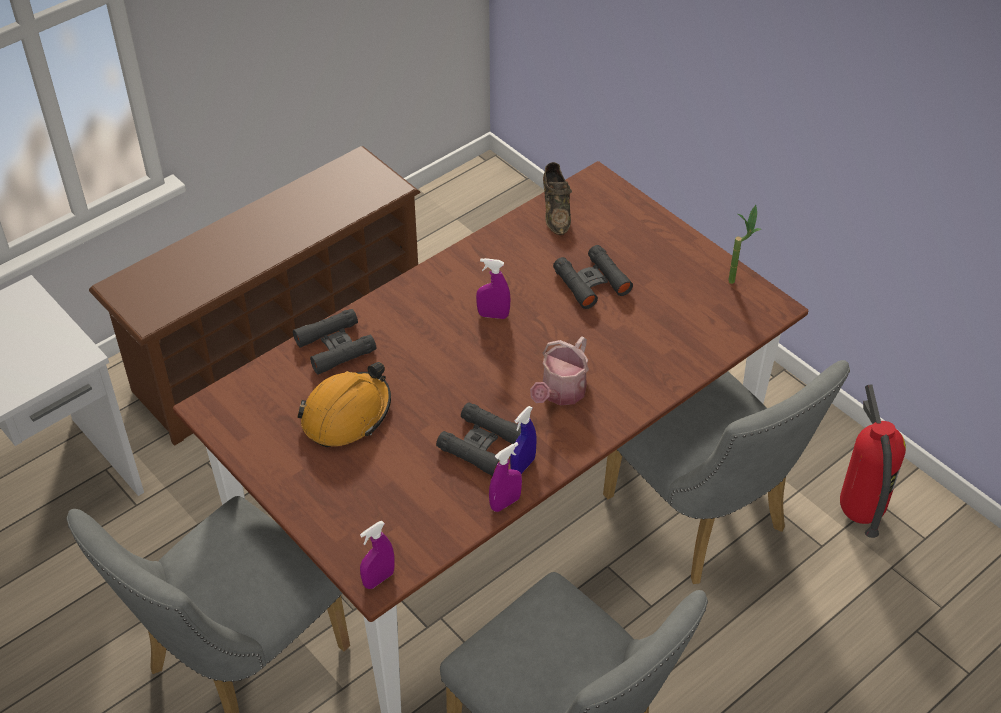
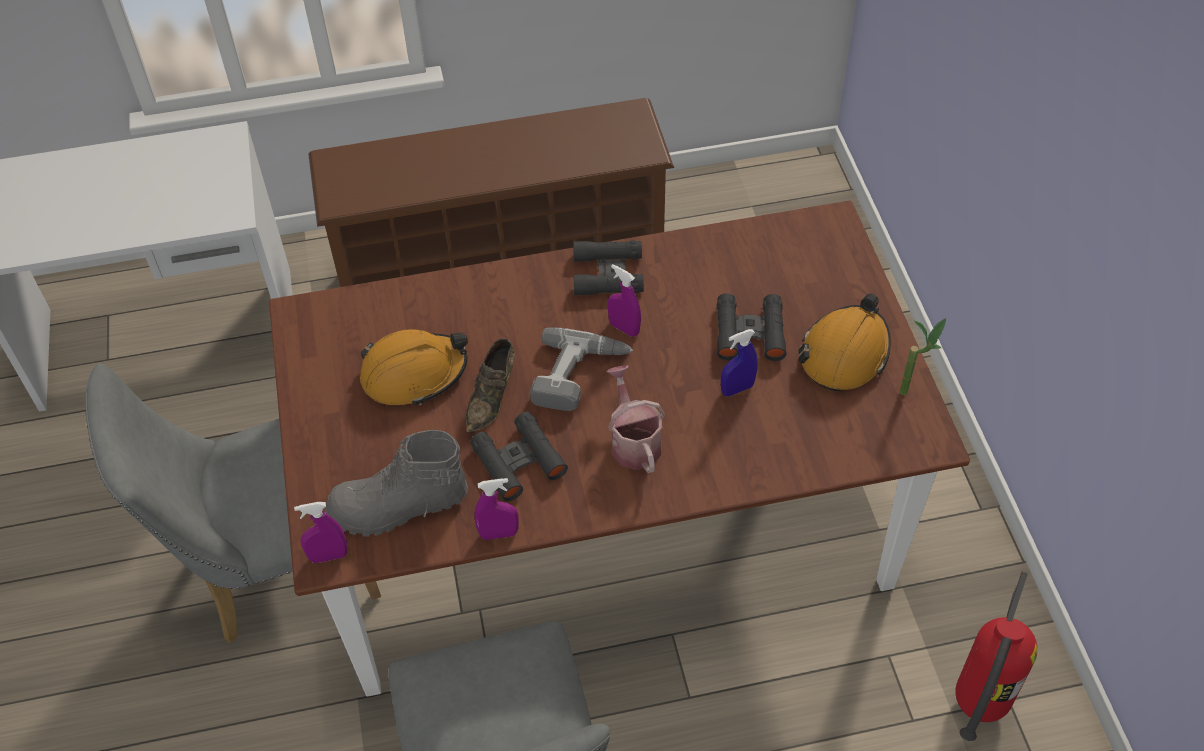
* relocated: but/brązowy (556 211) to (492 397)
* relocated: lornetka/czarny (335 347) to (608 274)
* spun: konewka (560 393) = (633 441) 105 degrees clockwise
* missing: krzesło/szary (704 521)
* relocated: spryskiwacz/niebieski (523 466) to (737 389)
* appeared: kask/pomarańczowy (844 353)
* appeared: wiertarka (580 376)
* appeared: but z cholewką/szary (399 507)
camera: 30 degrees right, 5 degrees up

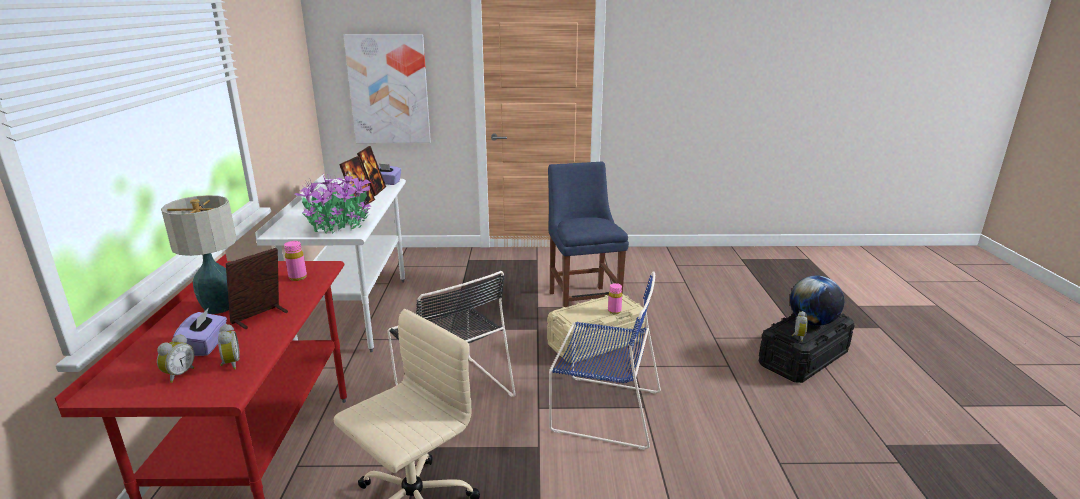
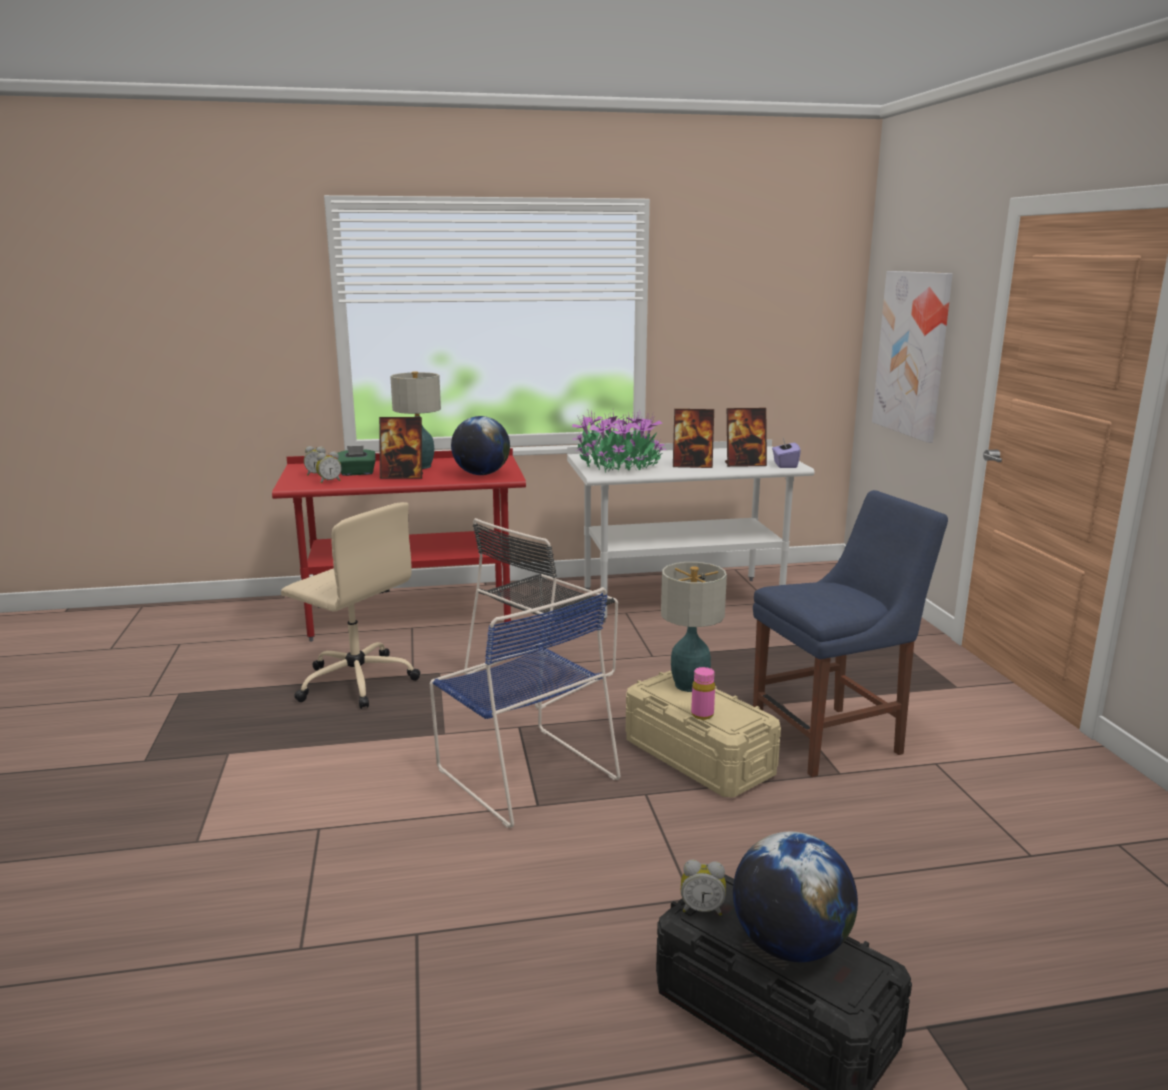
* exchanged: butelka/różowy (298 277) to globus (481 474)
* spun: ramka na zdjęcie (260 317) = (402 477) 150 degrees clockwise
* spun: krzesło/niebieski (602 410) = (523 771) 45 degrees counterclockwise
* colour: pudełko chusteczek/fioletowy (205 346) to pudełko chusteczek/zielony (357 473)
* appeared: lampa stołowa (689 685)
camera: 80 degrees right, 5 degrees down

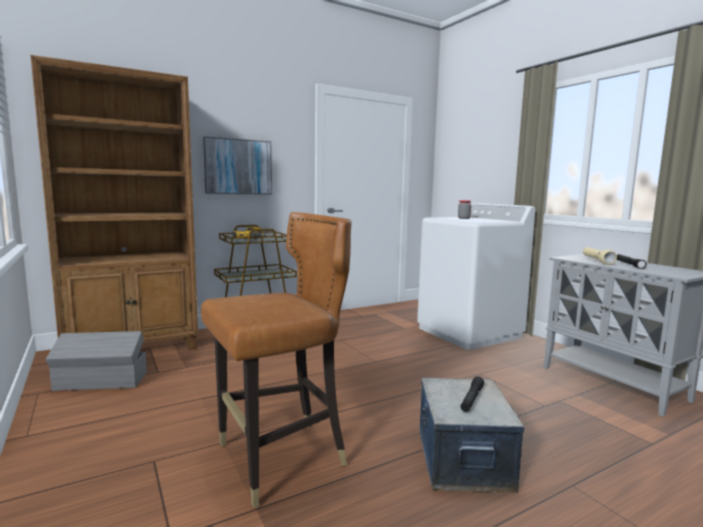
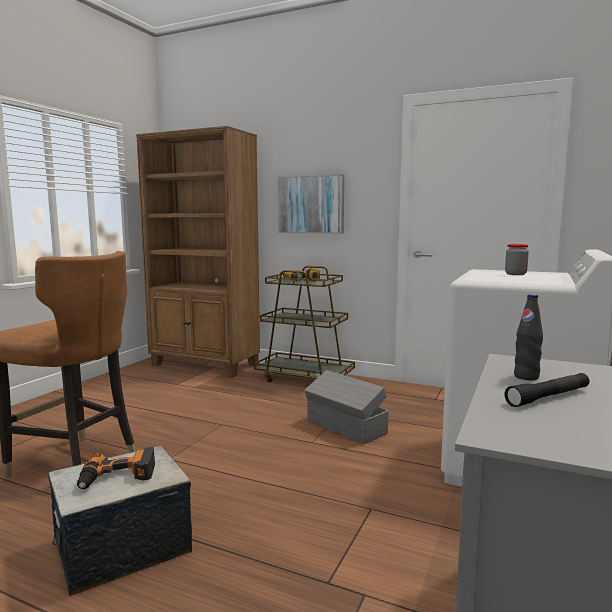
* exchanged: latarka/beżowy (597 261) to butelka/czarny (526 377)
* relocated: pojemnik do przechowywania/szary (101 382) to (346 427)
* exchanged: latarka/czarny (471 399) to wiertarka (117 477)
camera: 55 degrees right, 0 degrees up

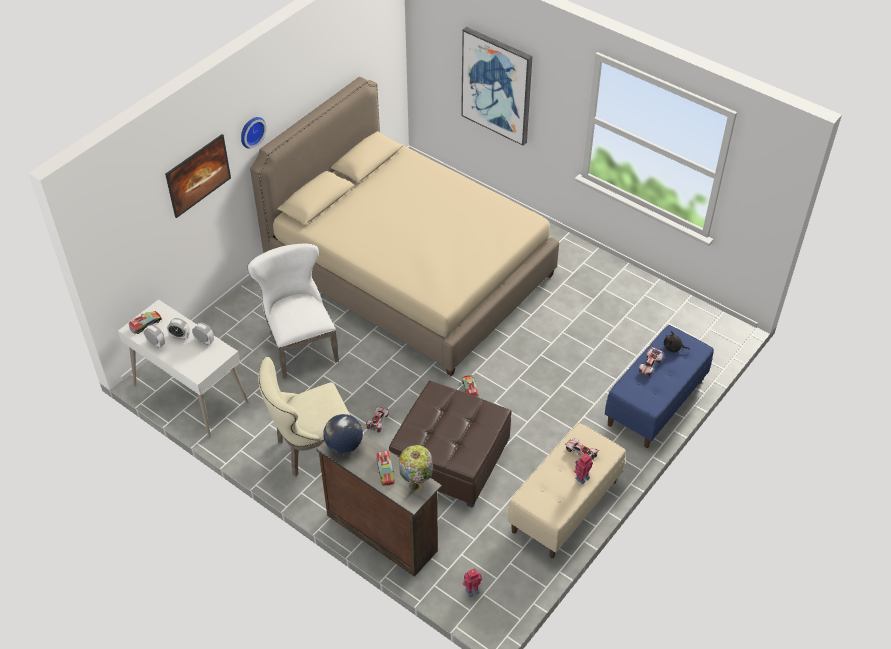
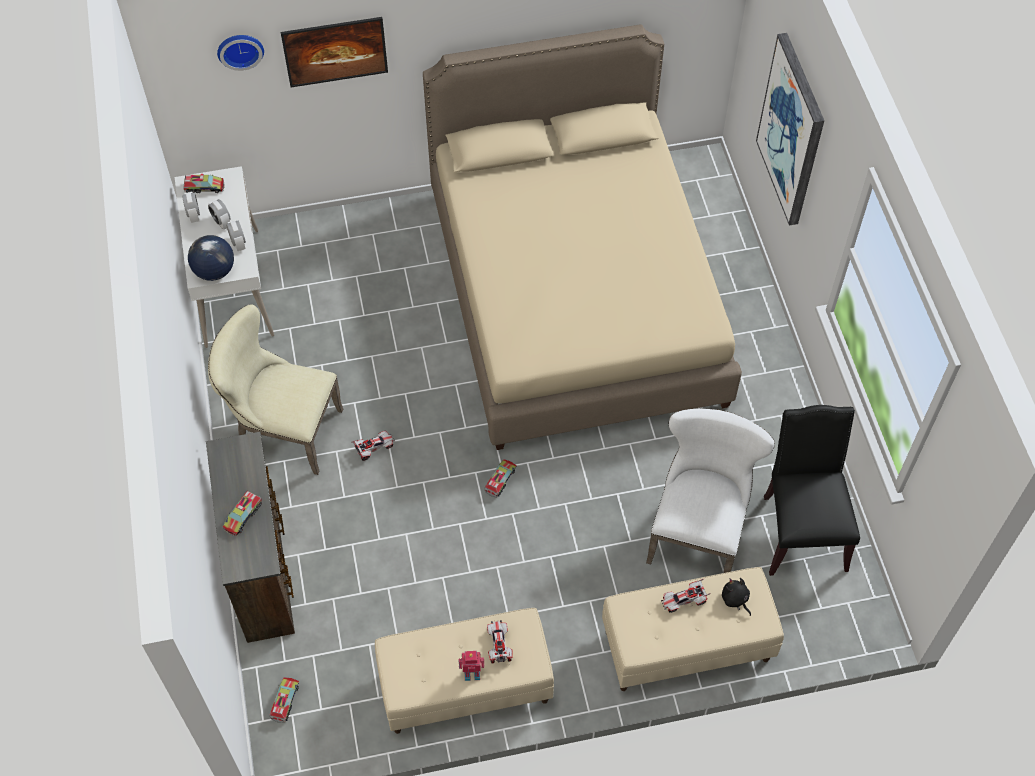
* relocated: zegar ścienny (251 131) to (240 49)
* relocated: krzesło/biały (299 345) to (698 529)
* colour: ławka/niebieski (655 403) to ławka/beżowy (686 646)
* missing: pufa/brązowy (450 458)
* relocated: globus (344 445) to (214 271)
* missing: lampa stołowa (417 485)
* exchanged: robot zabawkowy (471 590) to ciężarówka zabawkowa (285 701)
* appeared: krzesło/czarny (801 528)
camera: 40 degrees right, 10 degrees up

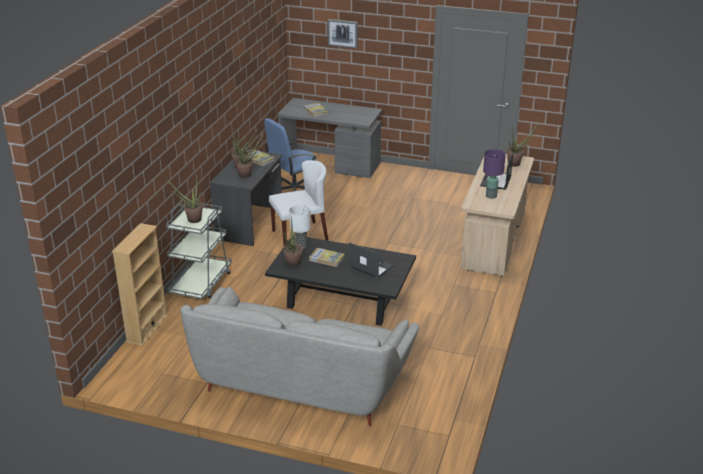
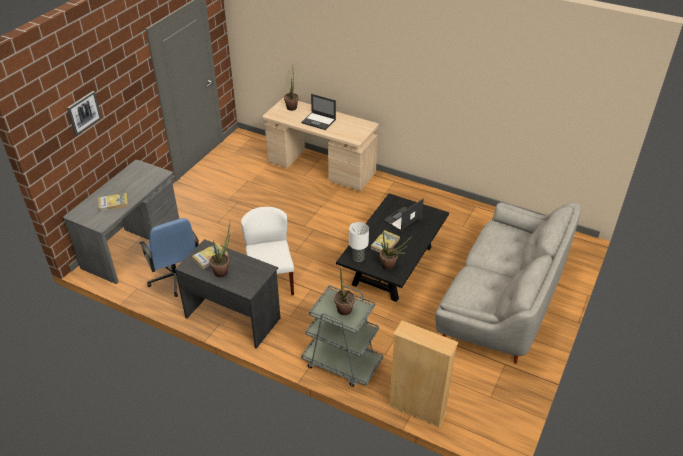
* missing: roślina doniczkowa (247 175)
* missing: lampa stołowa/fioletowy (491 196)
camera: 80 degrees left, 10 degrees up

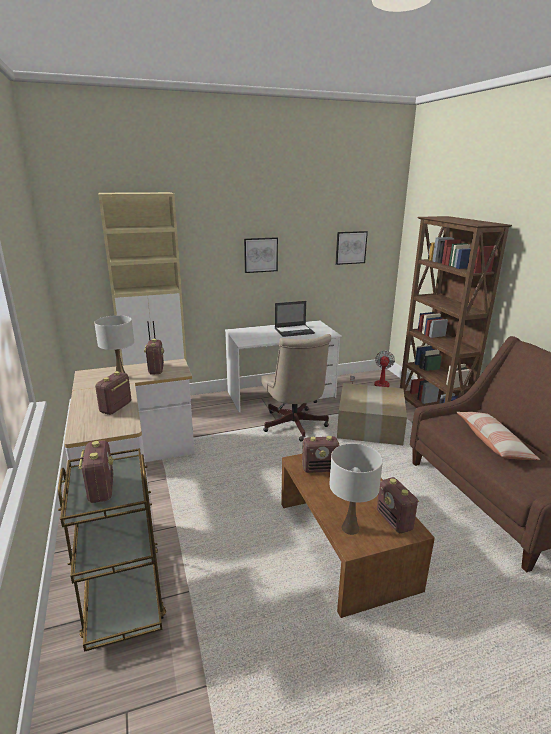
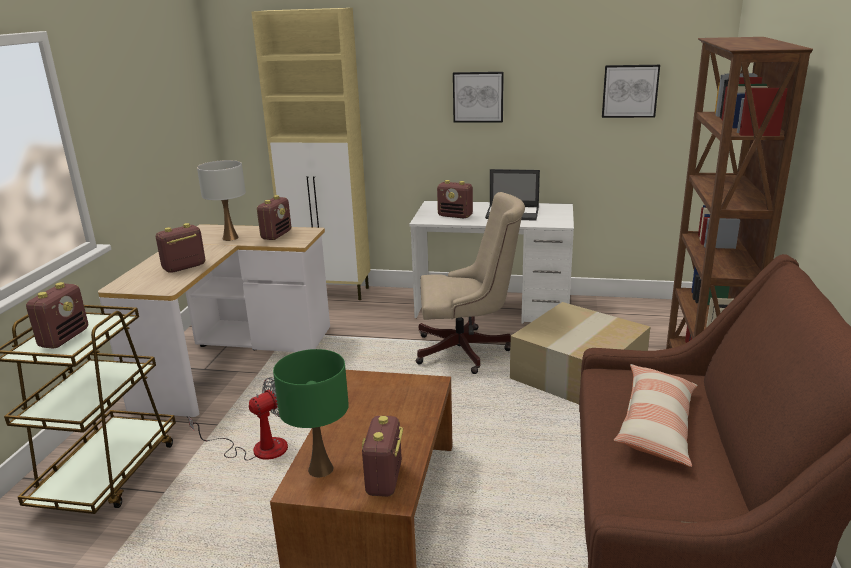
* spun: krzesło biurowe/beżowy (294 426) = (467 350) 105 degrees counterclockwise
* relocated: wentylator (376 385) to (258 448)
* relocated: radio (320 468) to (455 216)
* colour: lampa stołowa/biały (350 528) to lampa stołowa/zielony (320 469)
camera: 30 degrees right, 0 degrees up

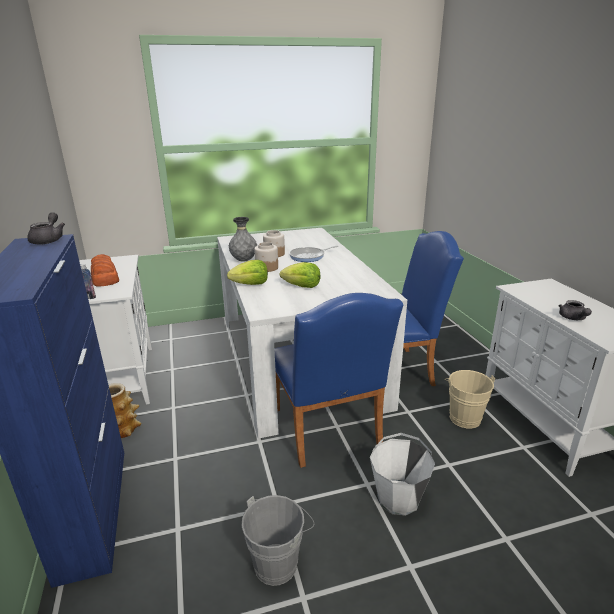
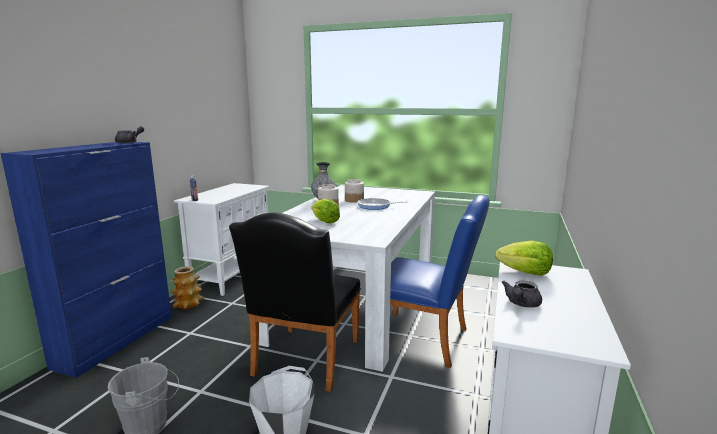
* missing: chleb (104 278)
* relocated: sałata (251 284) to (525 273)
* colour: krzesło/niebieski (328 432) to krzesło/czarny (304 361)
* missing: wiadro/beżowy (463 416)
camera: 35 degrees right, 10 degrees down

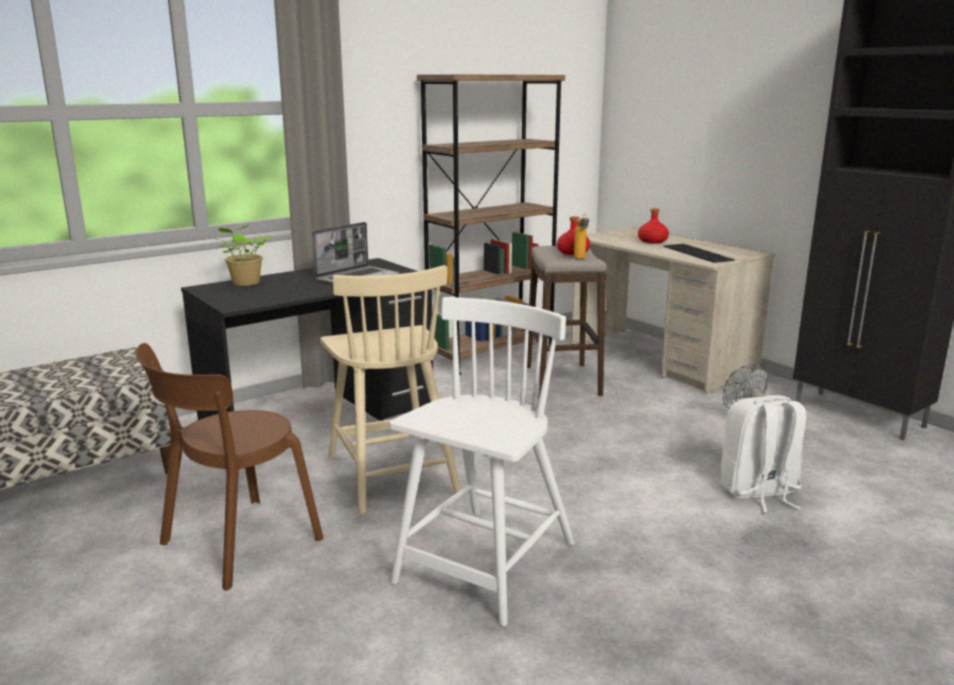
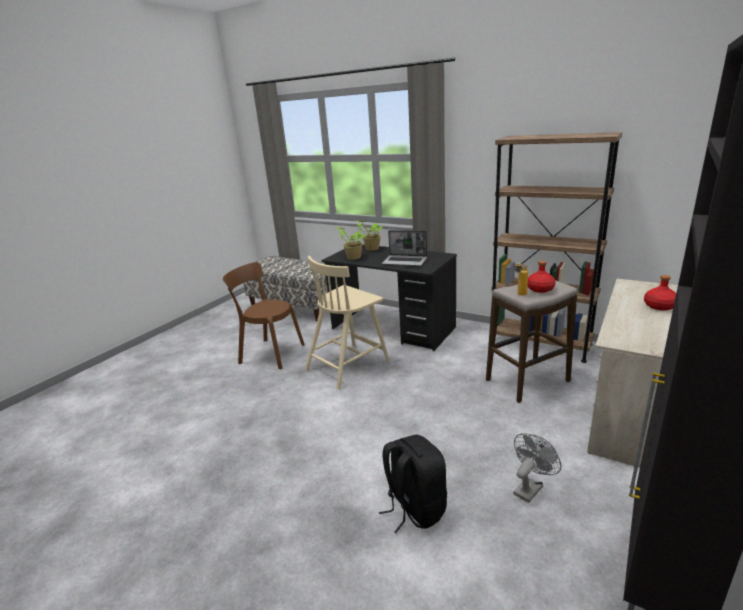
* missing: klawiatura (699 253)
* missing: krzesło/biały (485 565)
* colour: plecak/biały (759 492) to plecak/czarny (414 508)
* appeared: roślina doniczkowa (352 257)
camera: 70 degrees right, 5 degrees up

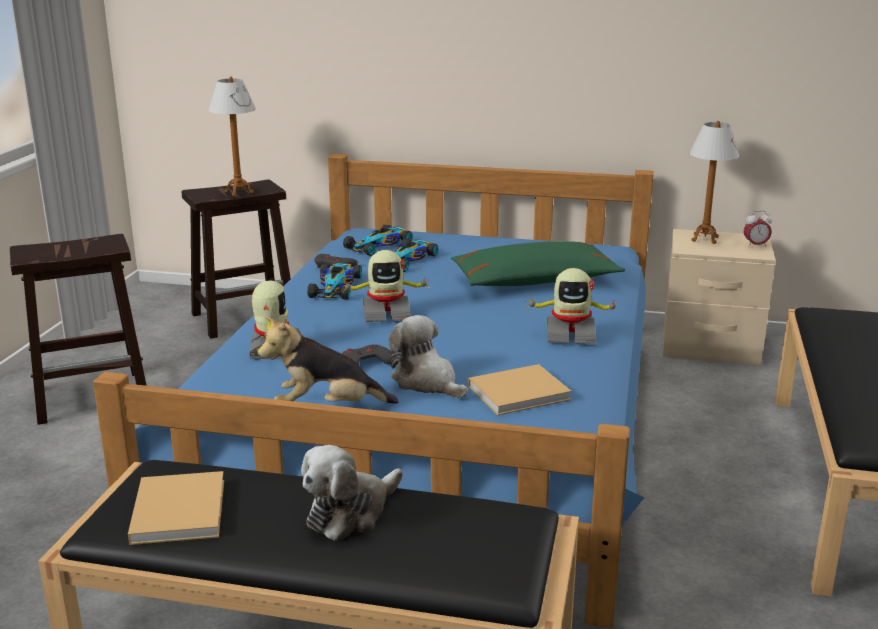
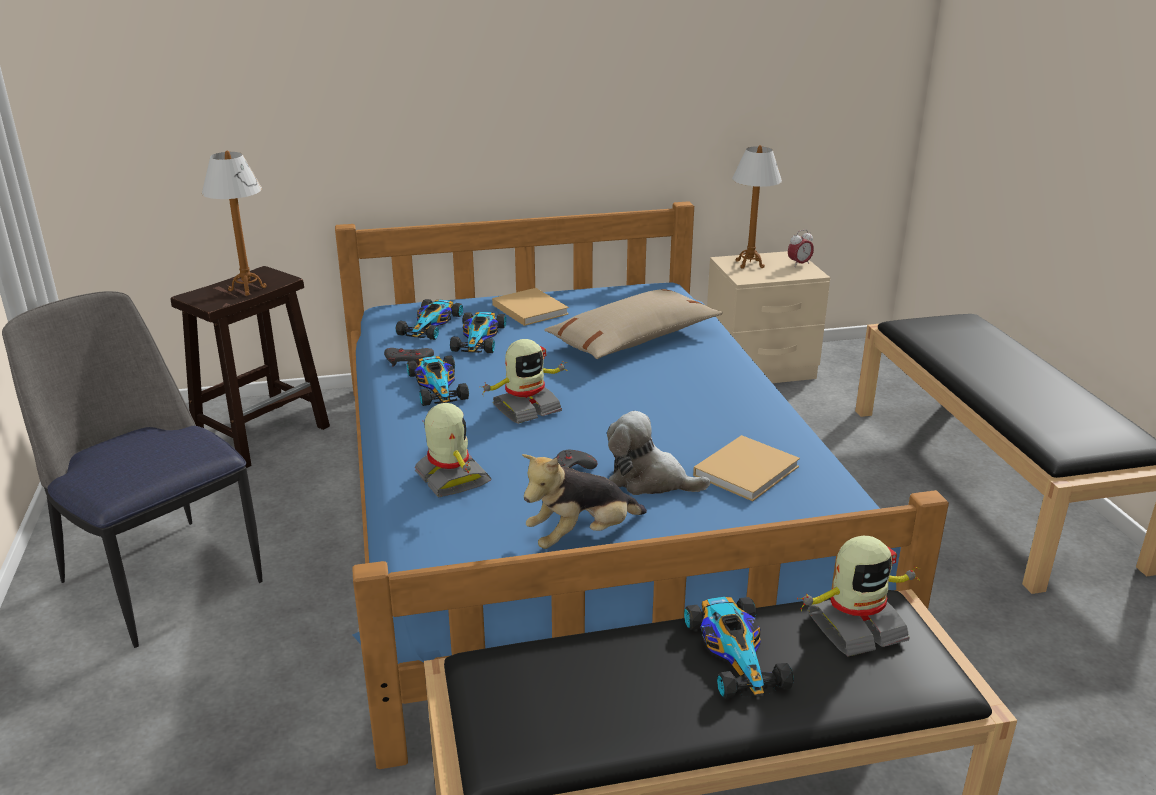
* exchanged: stołek/brązowy (93 396) to krzesło (160 578)
* colour: poduszka/zielony (534 281) to poduszka/beżowy (633 339)
* relocated: robot zabawkowy (570 335) to (855 627)
* exchanged: pluszak (350 512) to samochodzik (735 652)
* relocated: książka/beżowy (179 509) to (529 309)
camera: 25 degrees left, 5 degrees up

